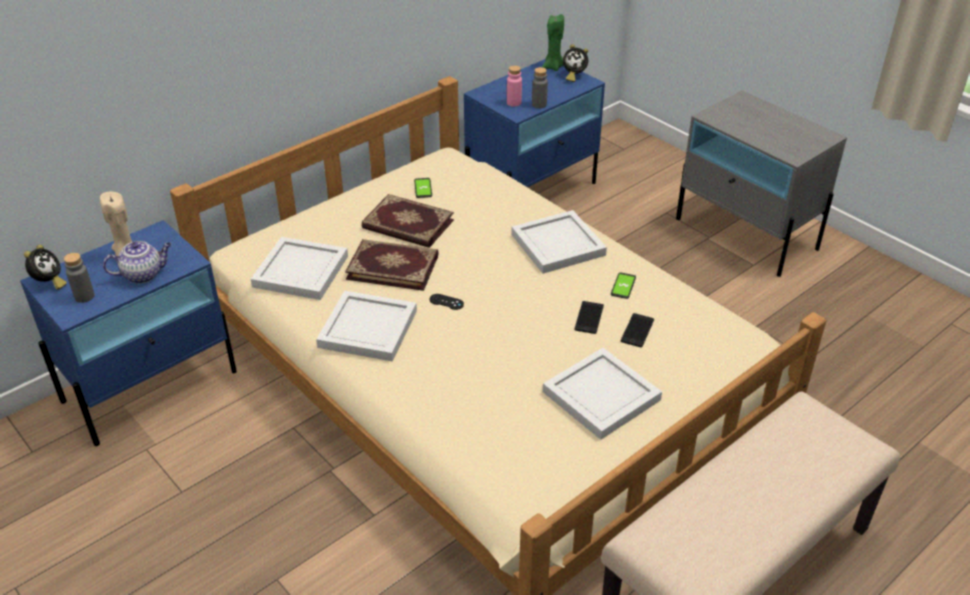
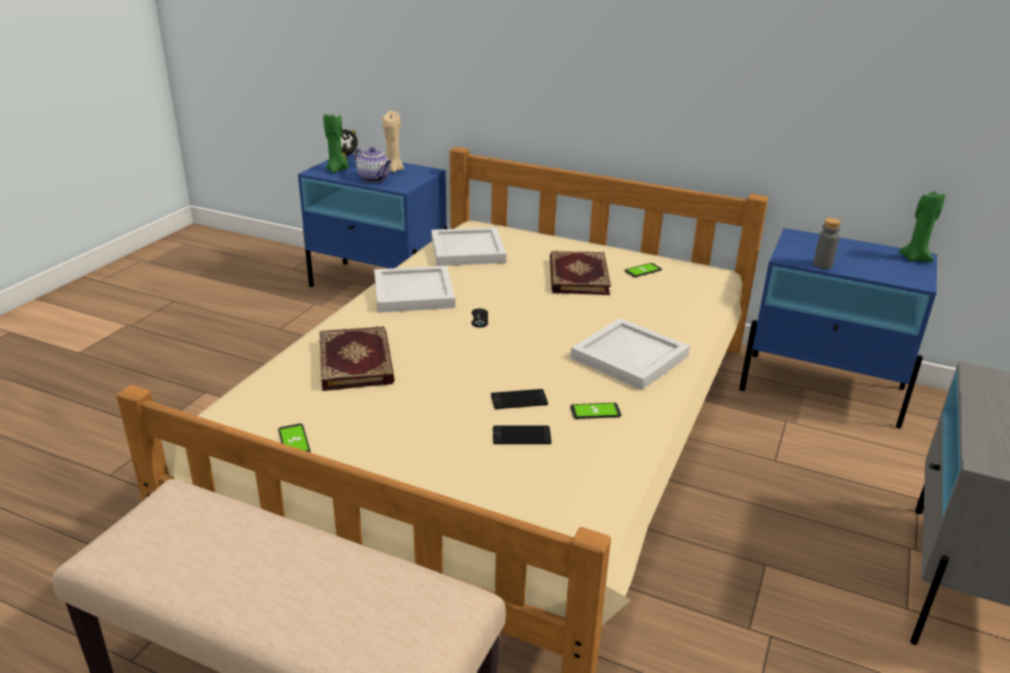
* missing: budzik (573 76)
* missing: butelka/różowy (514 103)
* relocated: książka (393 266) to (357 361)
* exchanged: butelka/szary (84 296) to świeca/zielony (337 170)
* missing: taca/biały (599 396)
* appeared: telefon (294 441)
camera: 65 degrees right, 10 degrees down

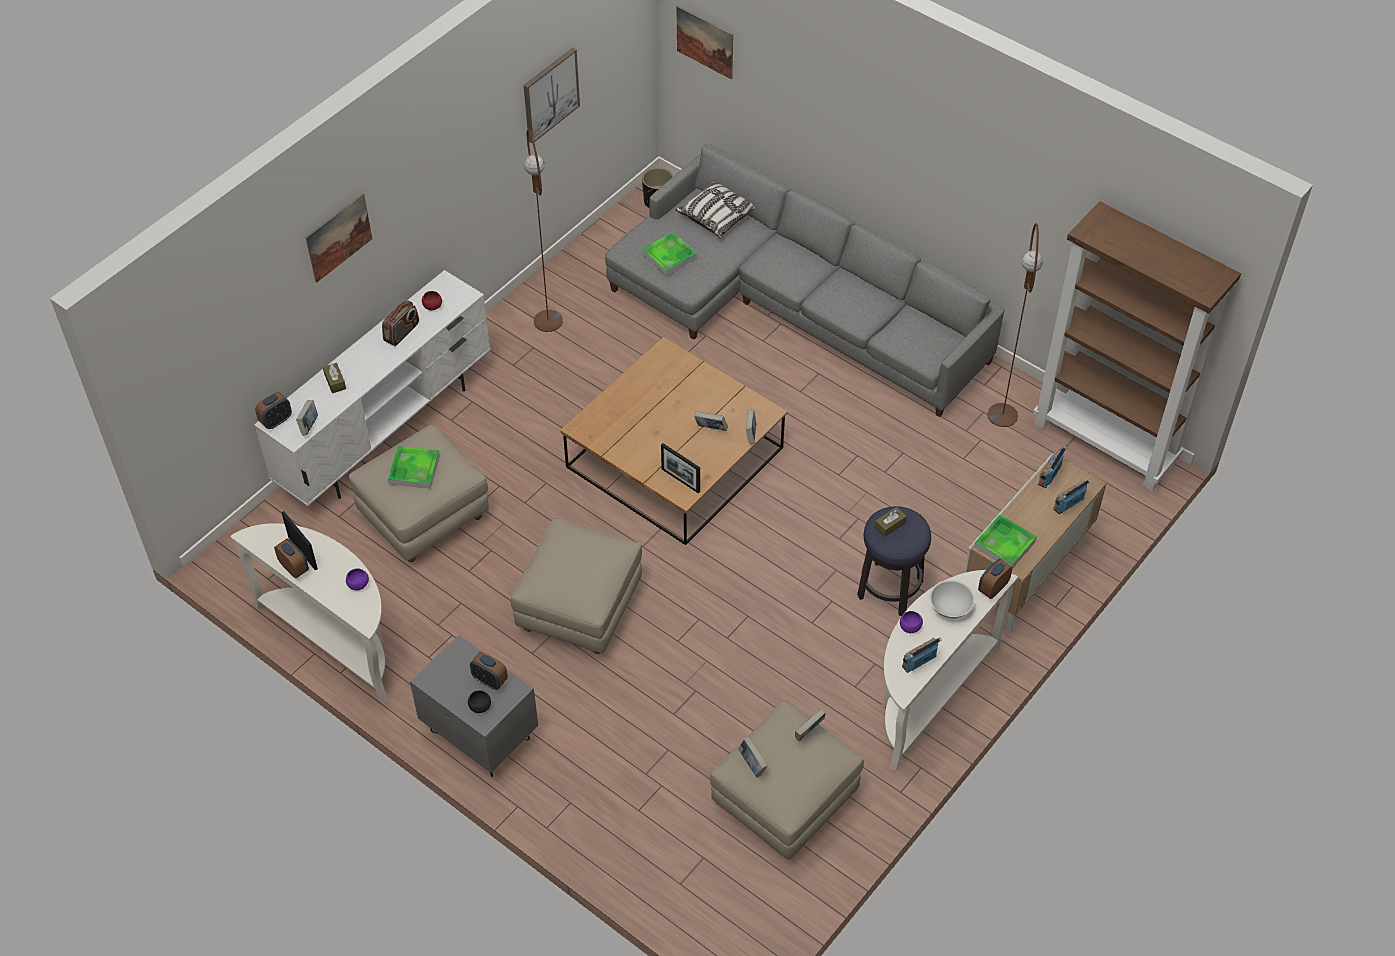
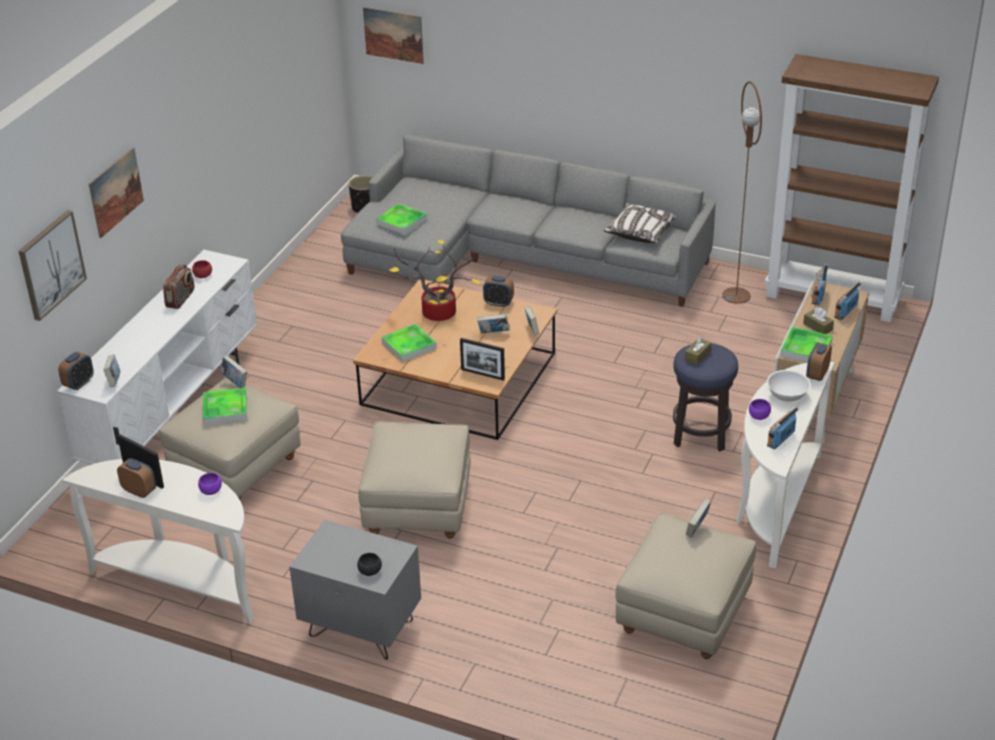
* relocated: obraz (550 94) to (51 264)
* missing: lampa stojąca/brązowy (548 321)
* relocated: poduszka (717 216) to (640 232)
* relocated: pudełko chusteczek/brązowy (335 382) to (817 327)
* relocated: budzik (490 680) to (498 303)
* relocated: książka (752 764) to (235 382)
* appeared: roślina doniczkowa (436 314)
* appeared: taca (409 346)
camera: 15 degrees left, 15 degrees down

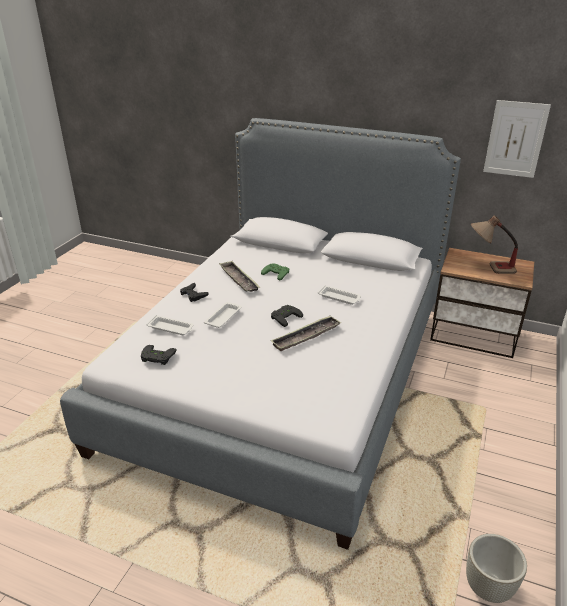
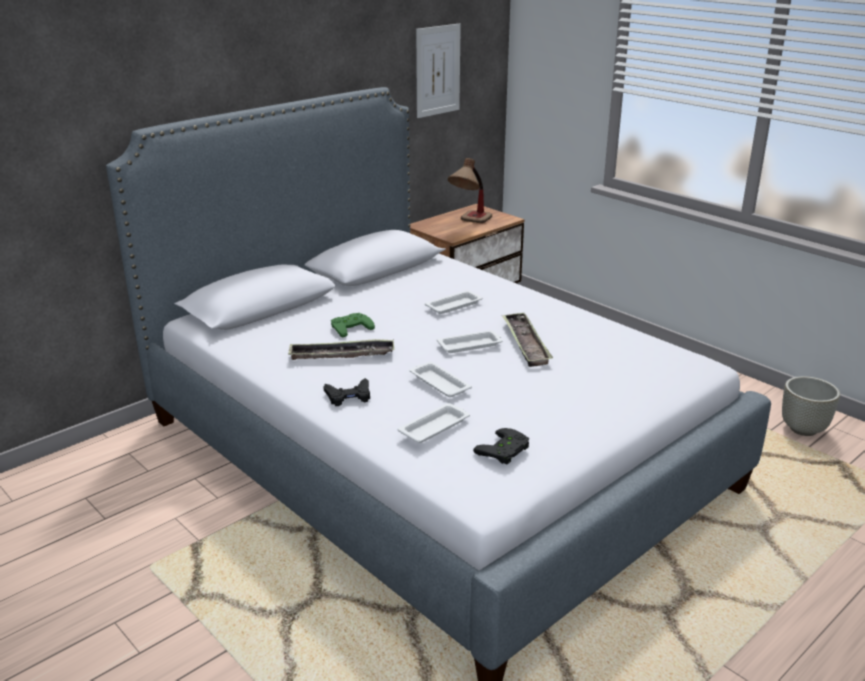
* exchanged: pad do gier/czarny (284 316) to taca/biały (470 345)
camera: 65 degrees left, 5 degrees down

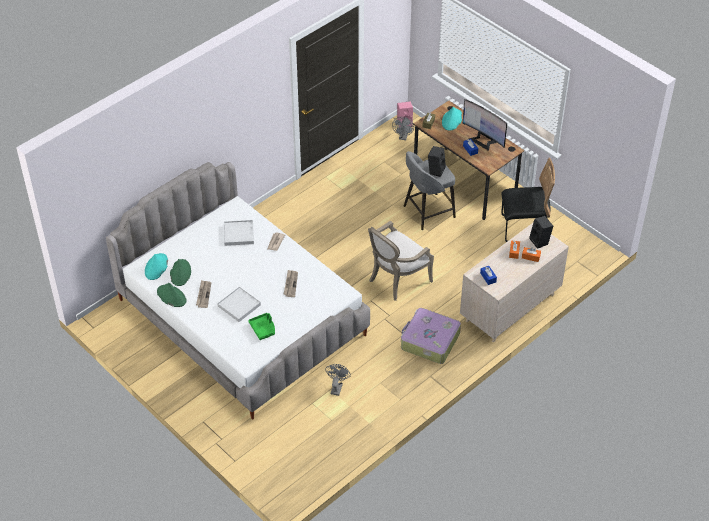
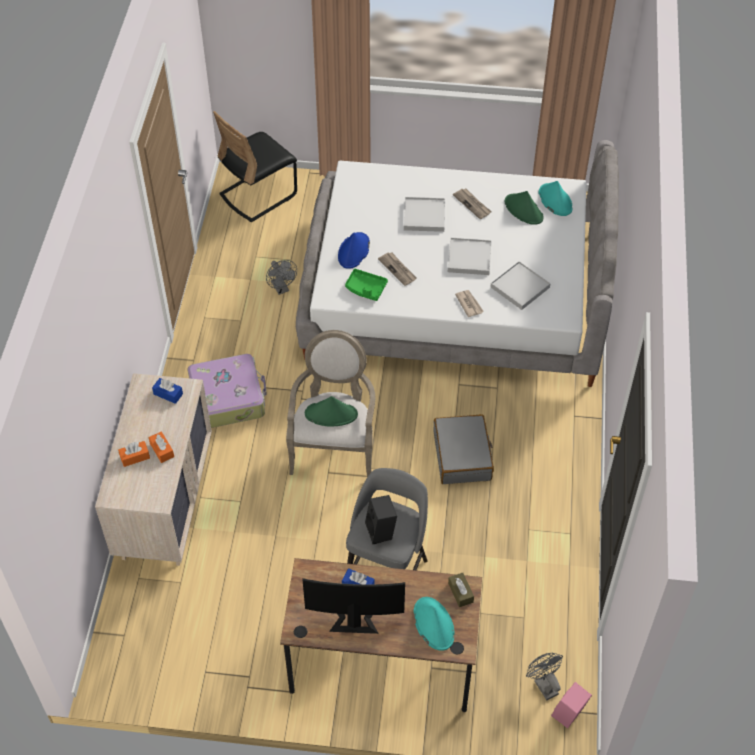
* relocated: krzesło/czarny (524 229) to (258 195)
* missing: głośnik/czarny (540 241)
* relocated: kapelusz/zielony (171 296) to (331 414)
* relocated: taca/zielony (263 329) to (365 288)
* appeared: kapelusz/niebieski (353 251)
* appeared: taca/biały (469 258)
* appeared: walizka/szary (462 456)
camera: 140 degrees right, 5 degrees up

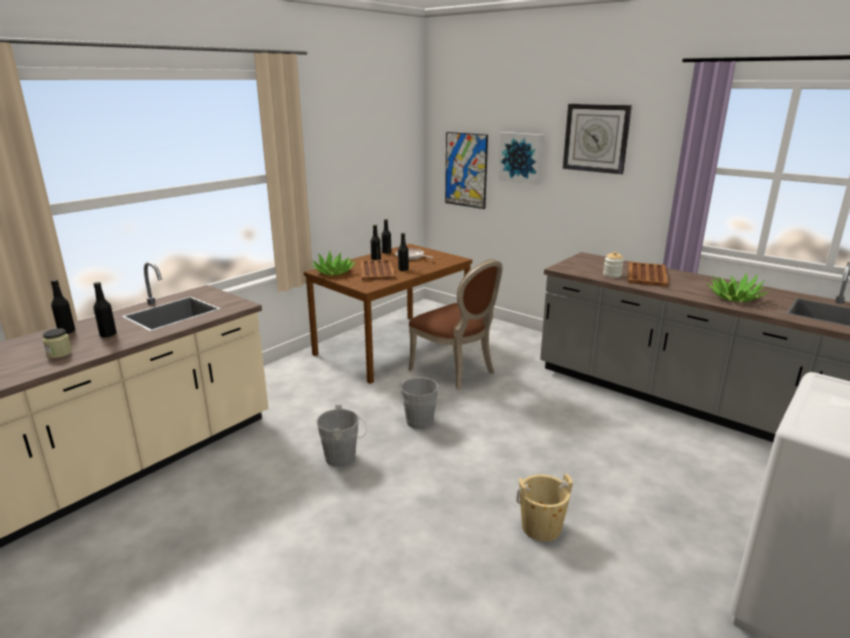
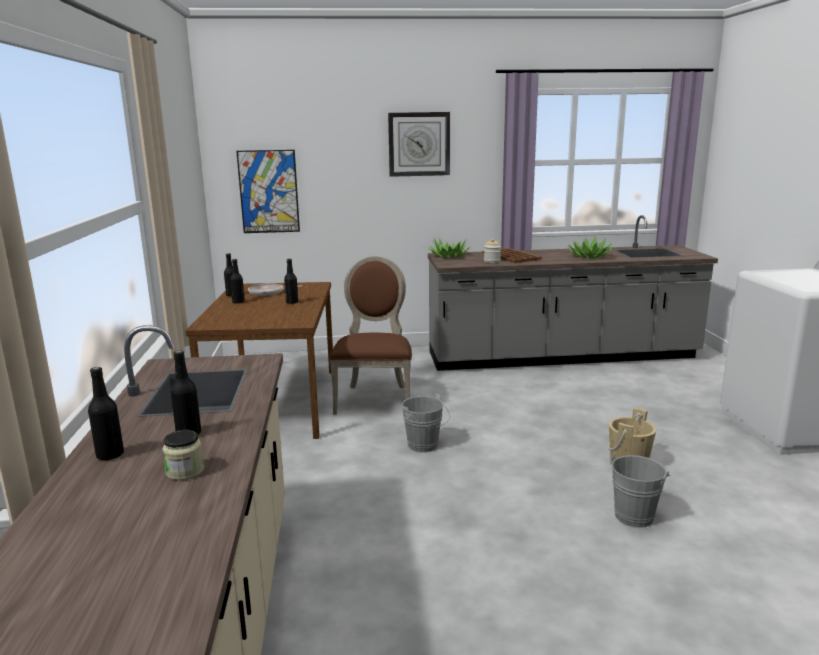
* missing: obraz (521 157)
* relocated: roślina doniczkowa (334 272) to (449 256)
* spun: krzesło/brązowy (456 371) = (375 398) 90 degrees counterclockwise
* missing: taca/brązowy (377 270)
* relocated: wiadro/szary (344 457) to (635 515)
camera: 45 degrees left, 5 degrees down

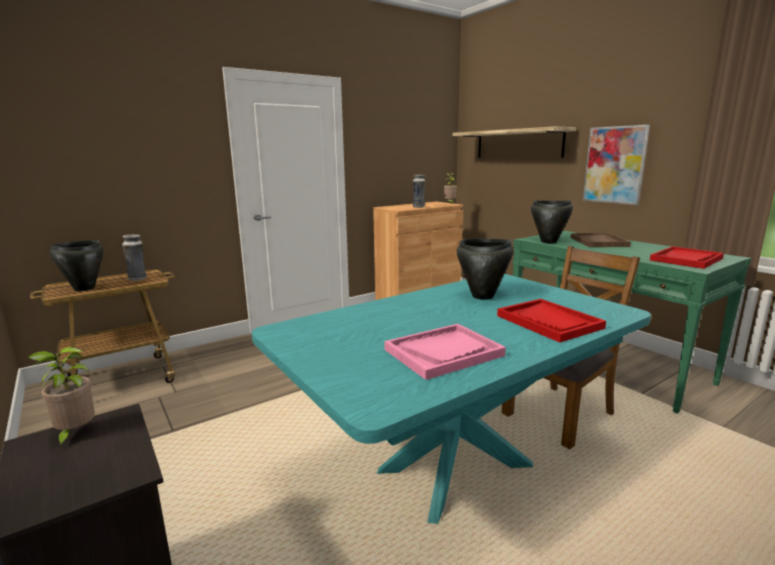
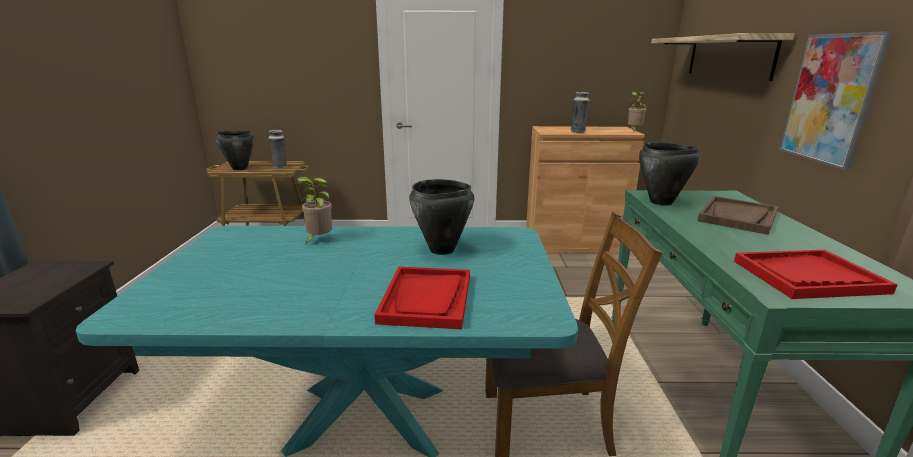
* missing: taca/różowy (443 352)
* relocated: roślina doniczkowa (74 435) to (318 240)
camera: 35 degrees right, 5 degrees up

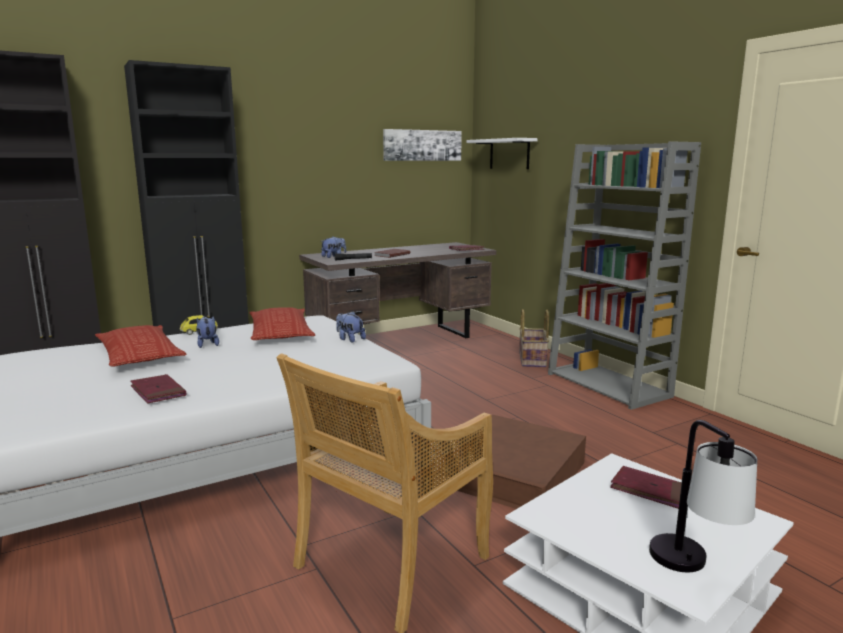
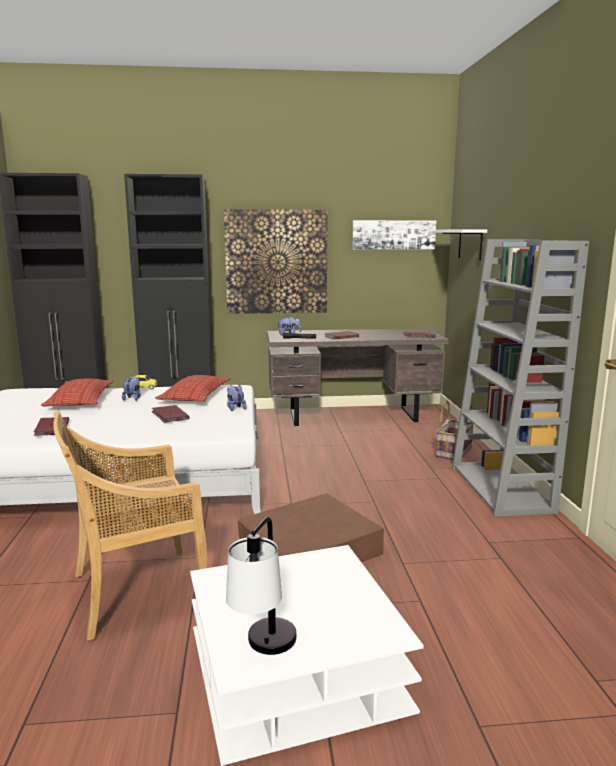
* relocated: książka/czerwony (649 490) to (170 416)
* appeared: obraz (276 262)
camera: 25 degrees right, 0 degrees up

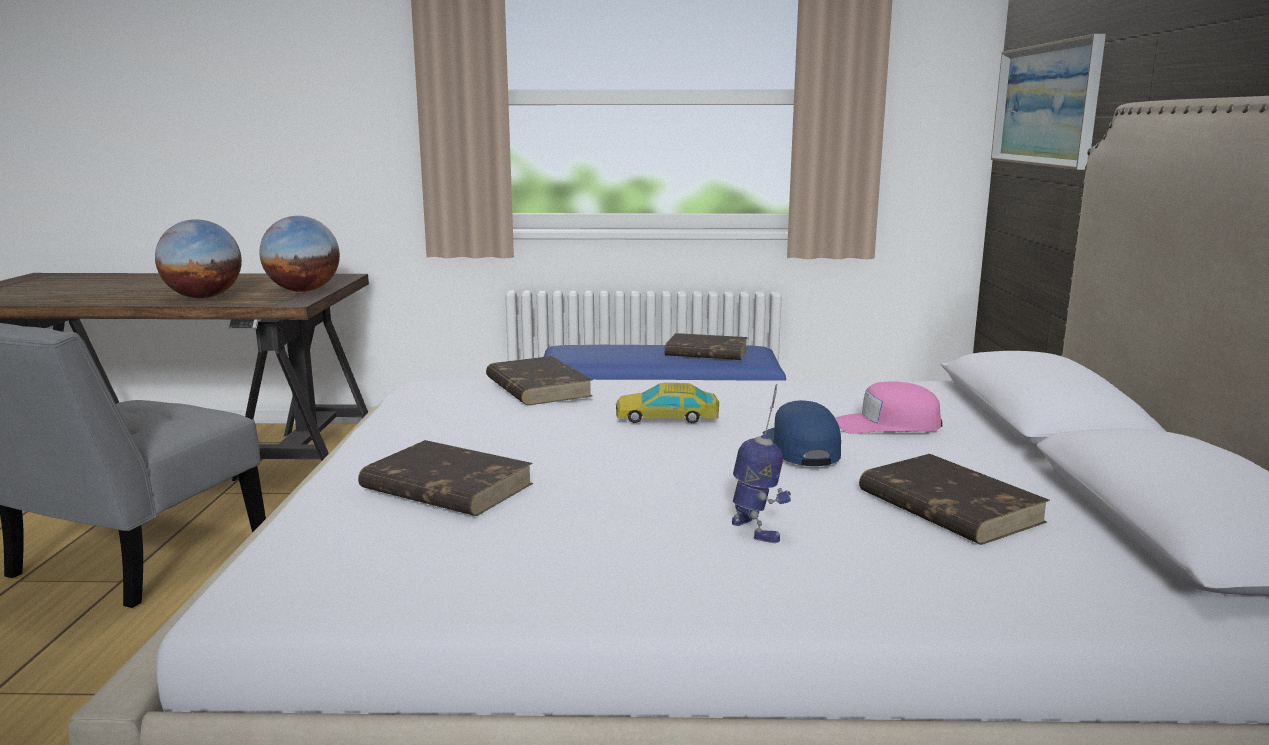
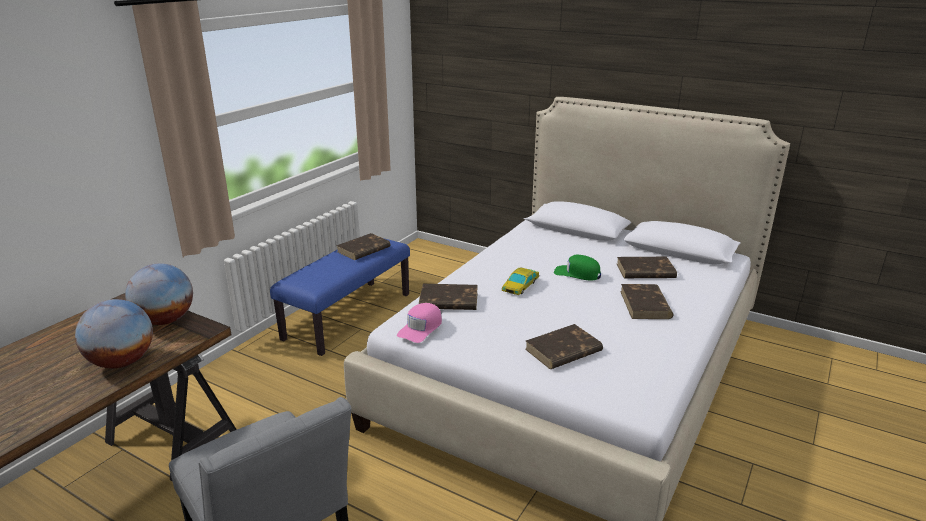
* missing: obraz (1045 105)
* relocated: czapka z daszkiem/różowy (887 425) to (421 328)
* exchanged: robot zabawkowy (756 530) to książka/brązowy (645 305)
* colour: czapka z daszkiem/niebieski (801 447) to czapka z daszkiem/zielony (577 273)
camera: 60 degrees left, 10 degrees up

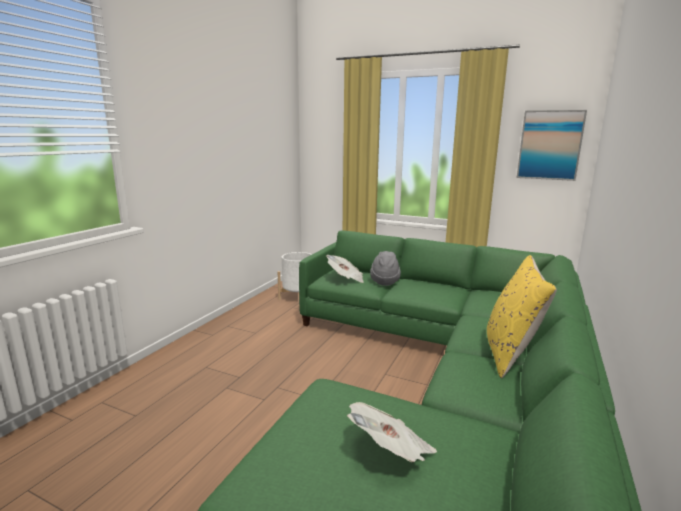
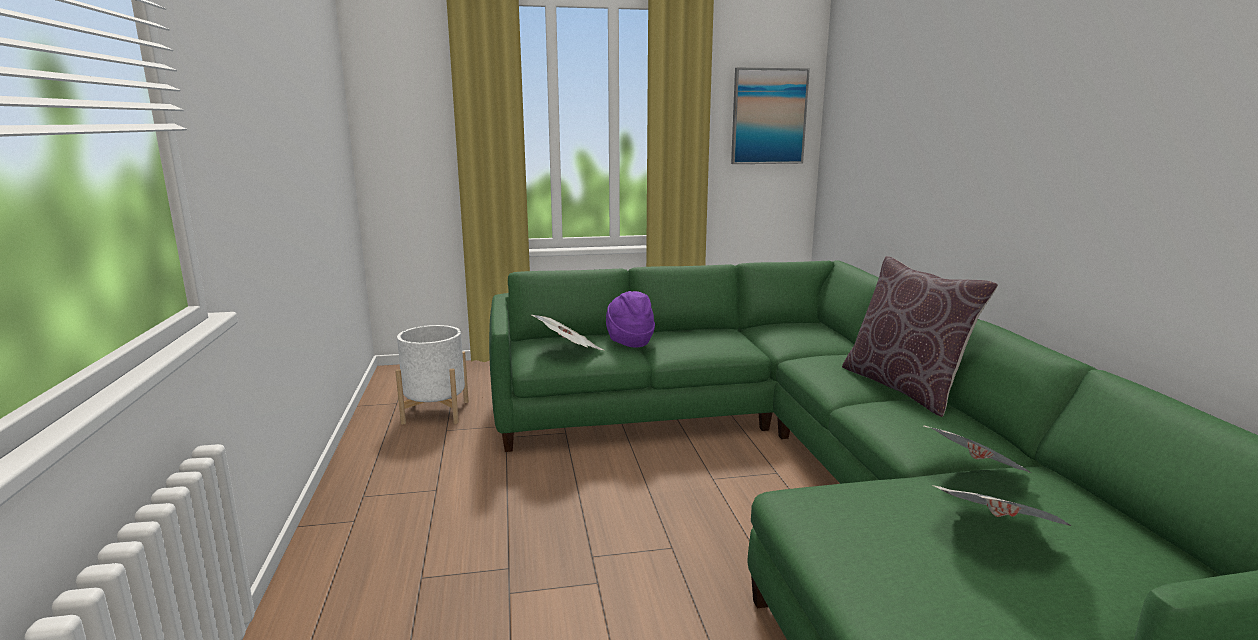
* colour: kapelusz/szary (384 281) to kapelusz/fioletowy (629 342)
* colour: poduszka/żółty (510 353) to poduszka/brązowy (904 387)
* appeared: gazeta (977 476)
camera: 35 degrees left, 0 degrees up

